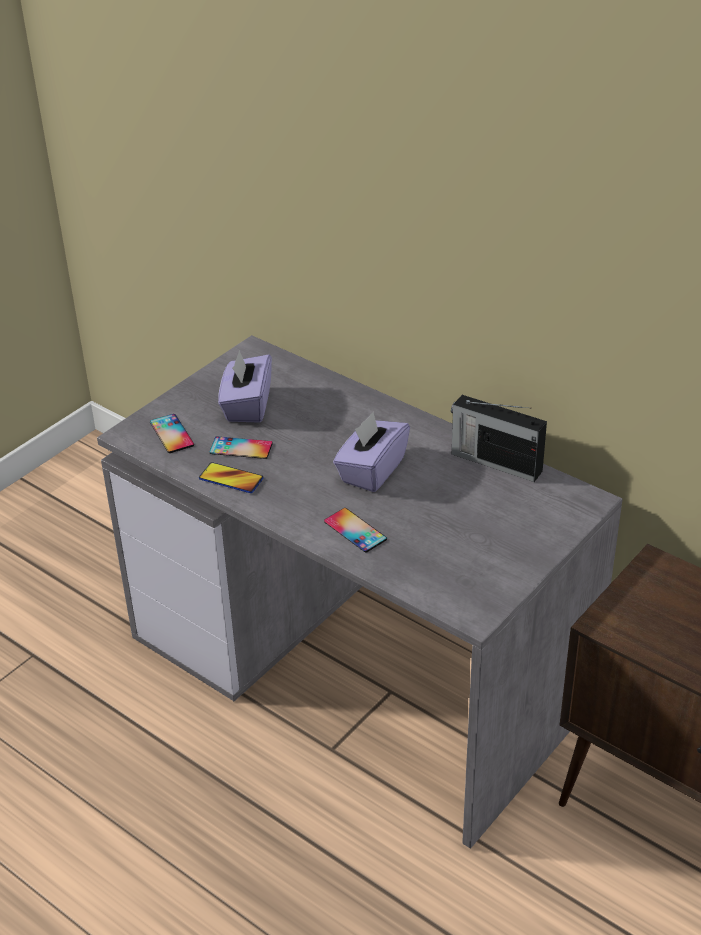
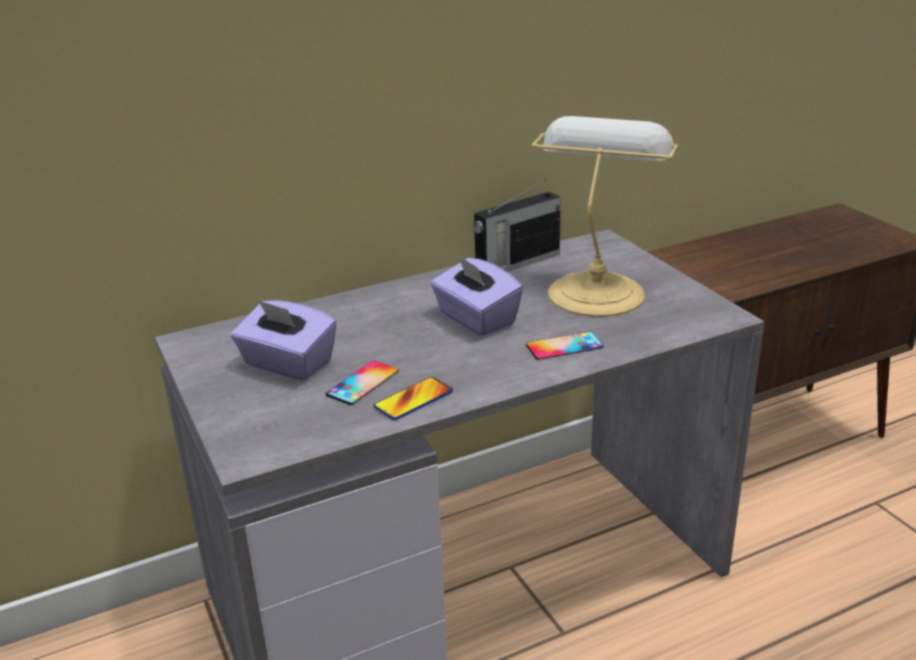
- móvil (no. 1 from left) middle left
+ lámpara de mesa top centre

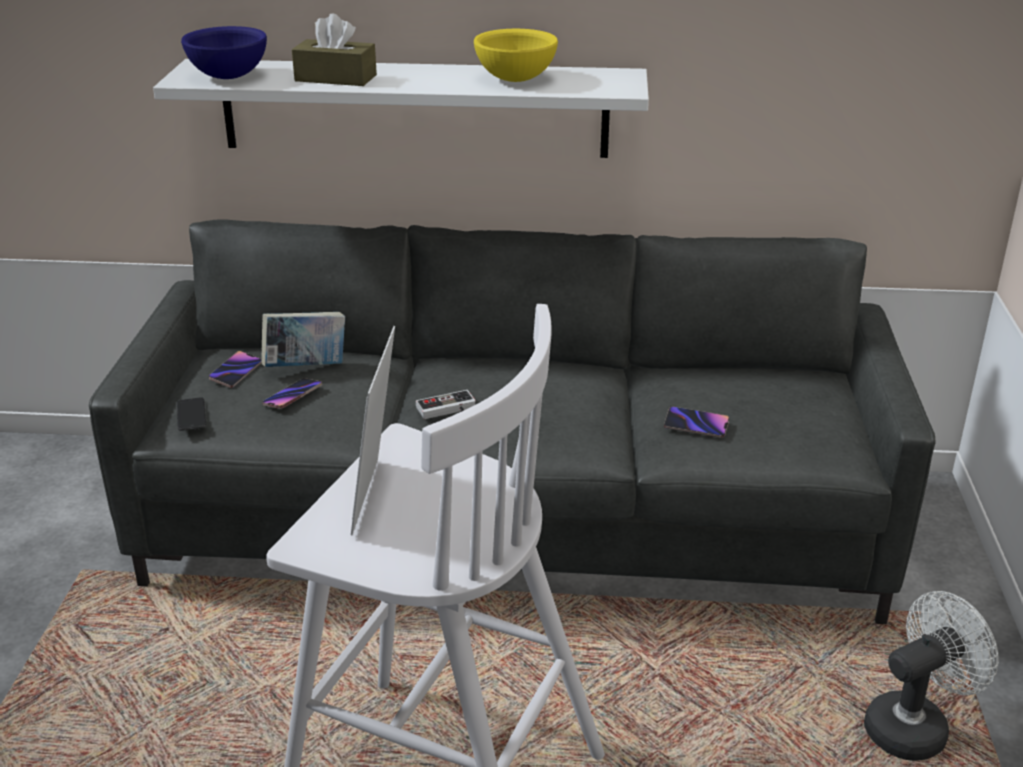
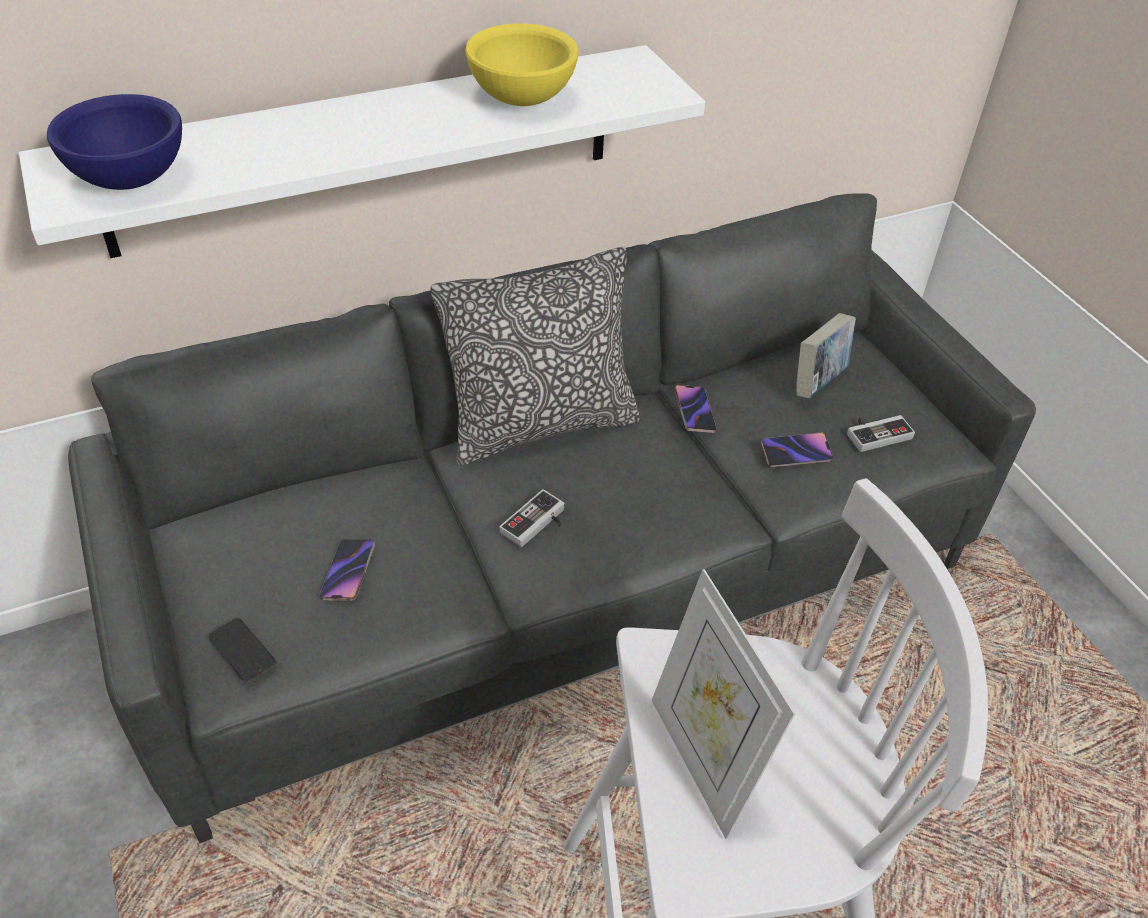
- caja de pañuelos (marrón) top left
- ventilador (blanco) bottom right
+ cojín centre
+ mando de consola (no. 2 from left) middle right
~ móvil (no. 2 from left in the first image) middle left to móvil (no. 3 from left) centre
~ libro middle left to middle right

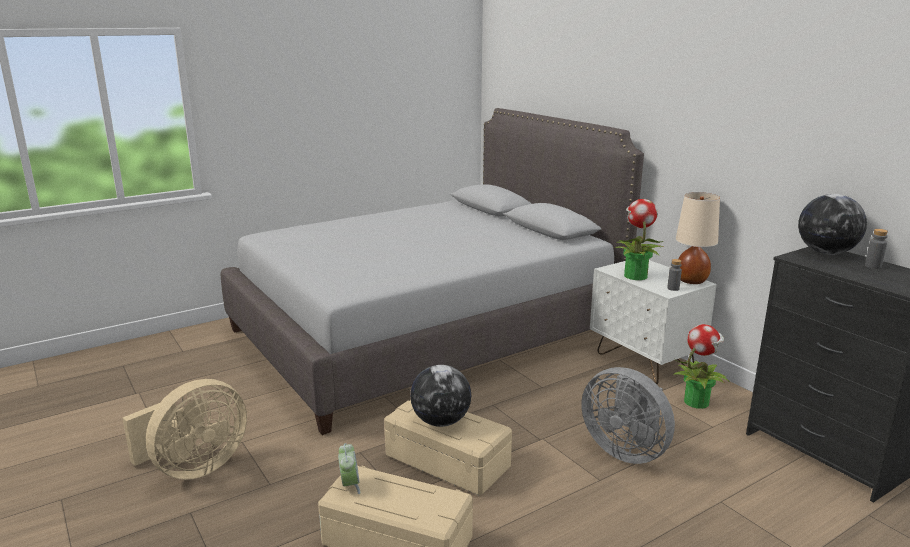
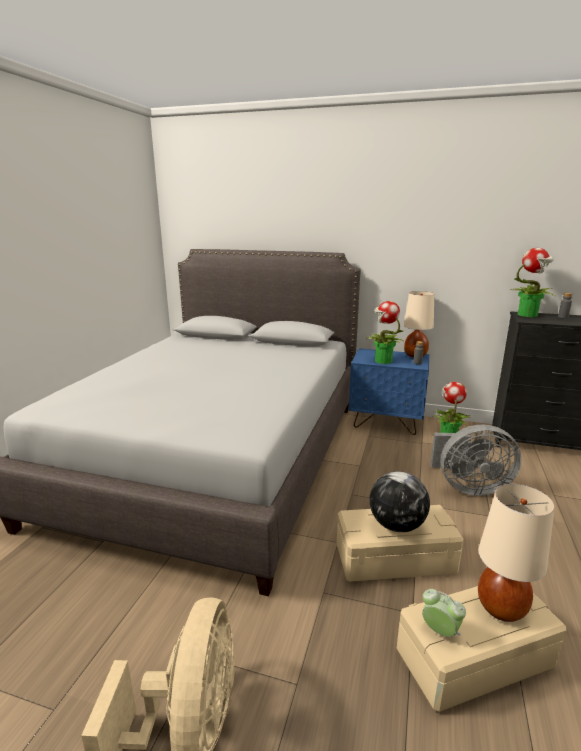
+ lámpara de mesa (beis) (no. 2 from left) bottom right
~ globo terráqueo (no. 2 from left) middle right to planta en maceta (no. 3 from left) middle right
~ mesita de noche (blanco) middle right to mesita de noche (azul) middle right

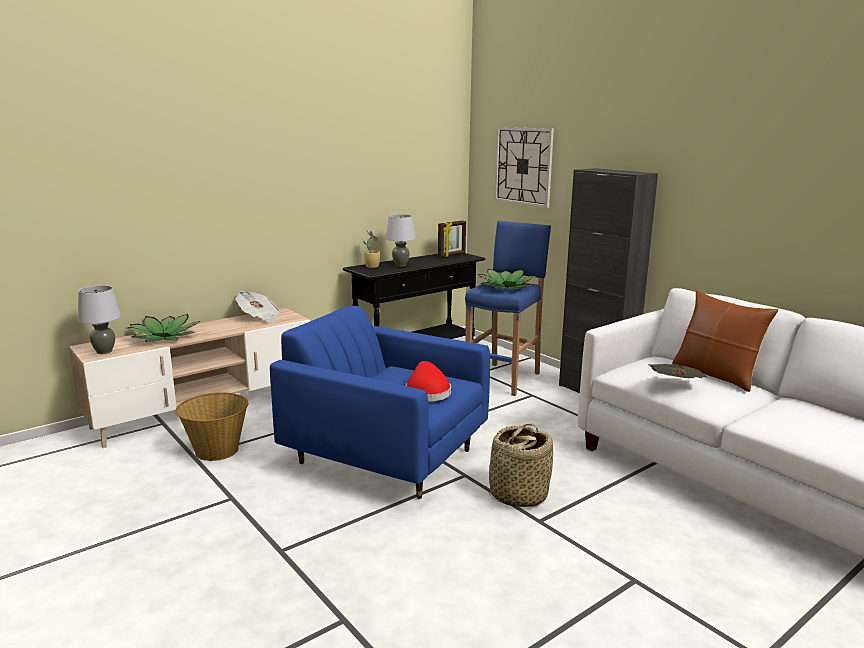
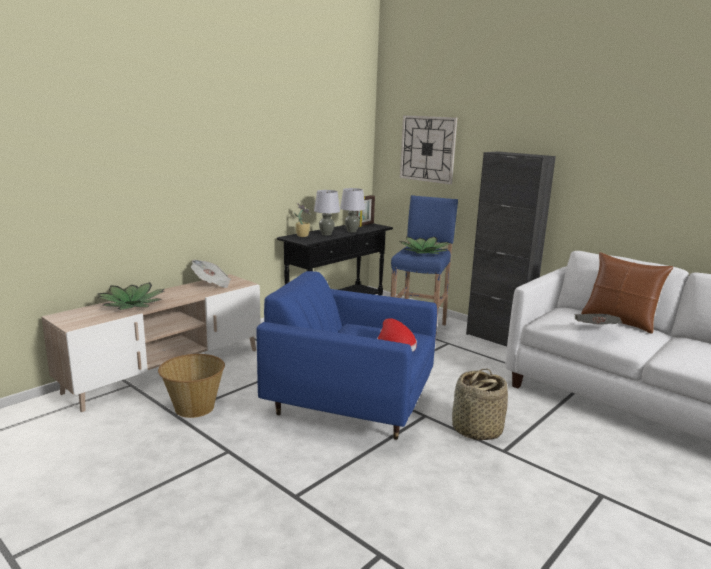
~ lámpara de mesa (gris) (no. 1 from left in the first image) middle left to lámpara de mesa (gris) (no. 2 from left) centre

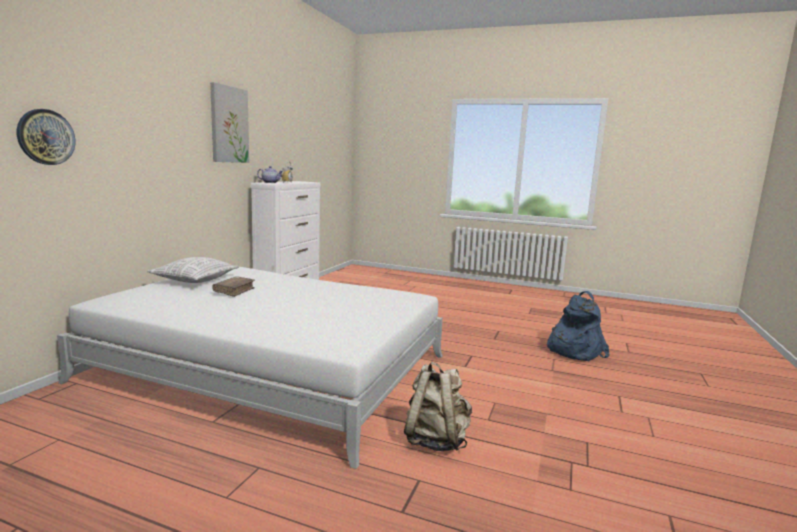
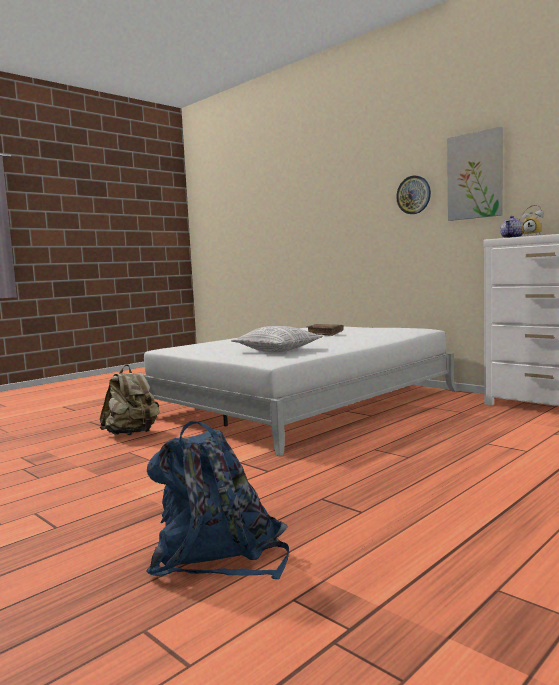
~ reloj de pared top left to top right
~ cojín middle left to centre

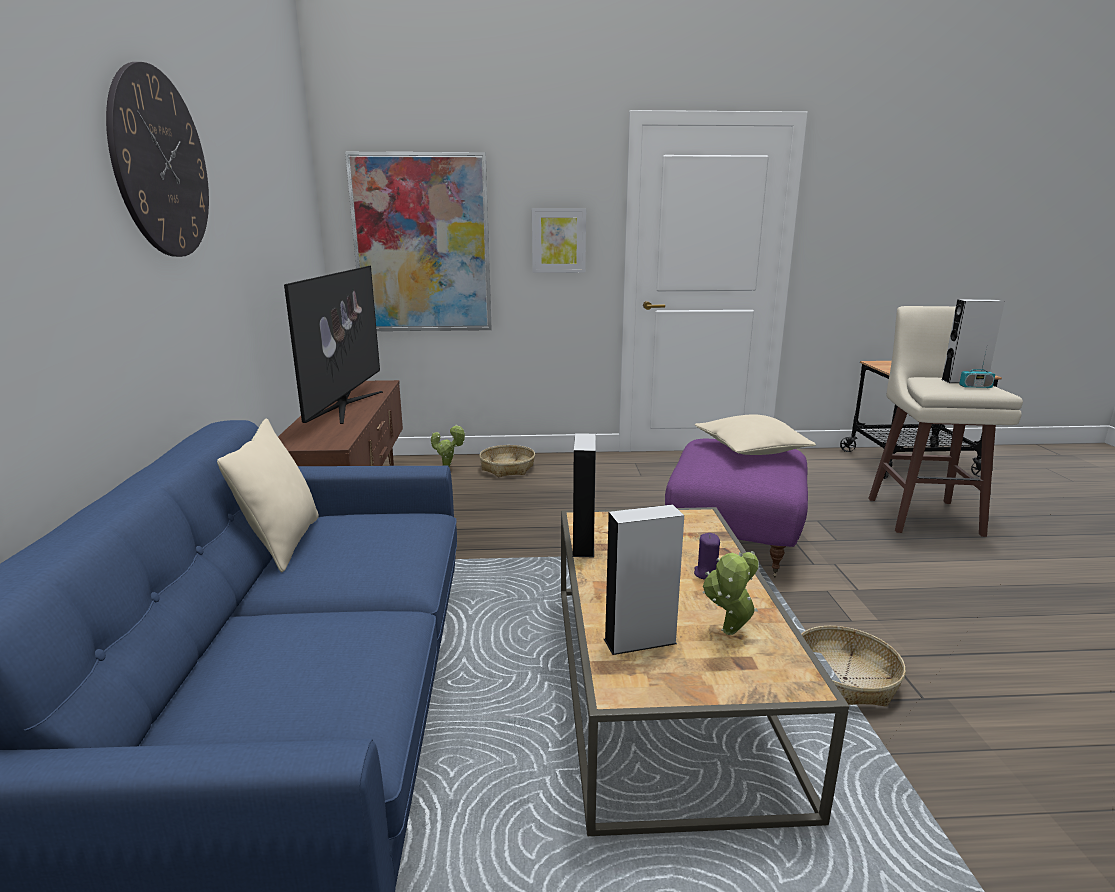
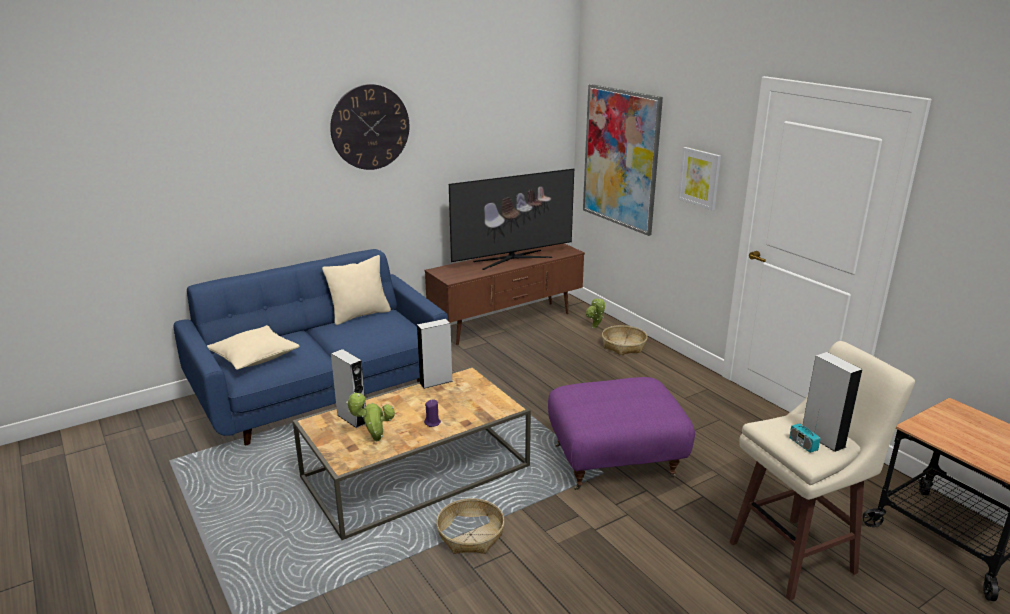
~ cojín (beis) (no. 2 from left in the first image) middle right to cojín (beis) (no. 1 from left) middle left

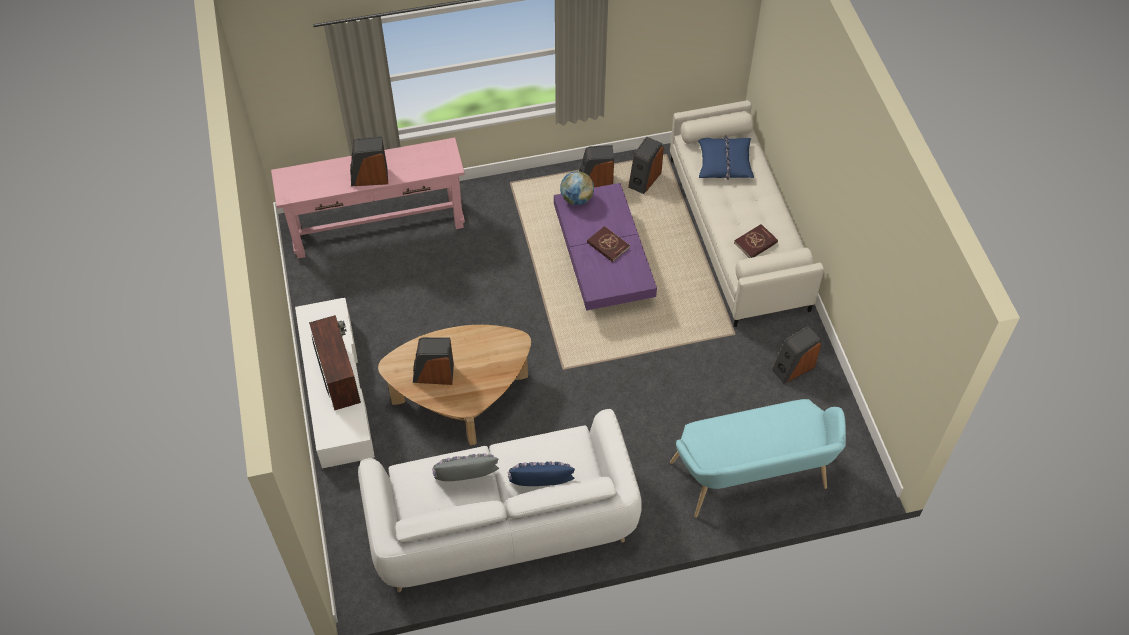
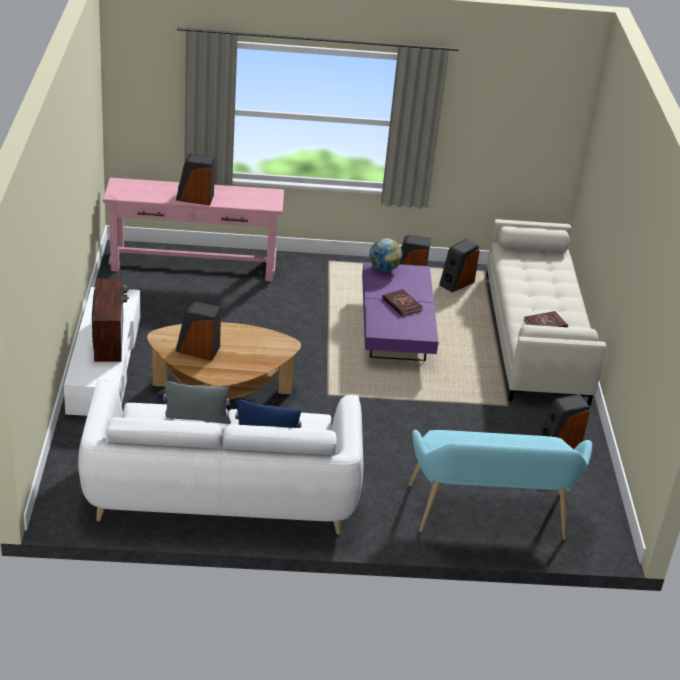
- cojín (azul) (no. 2 from left) top centre

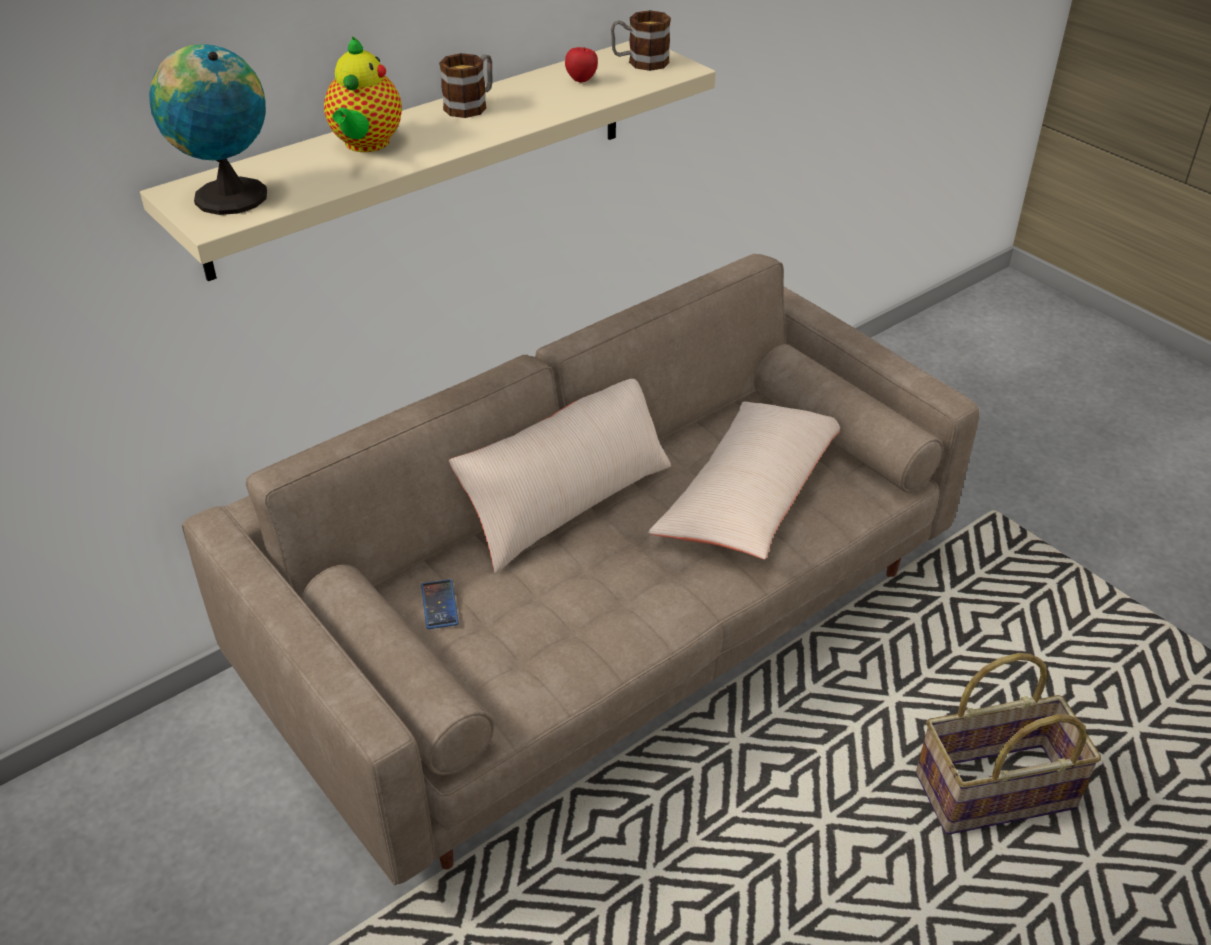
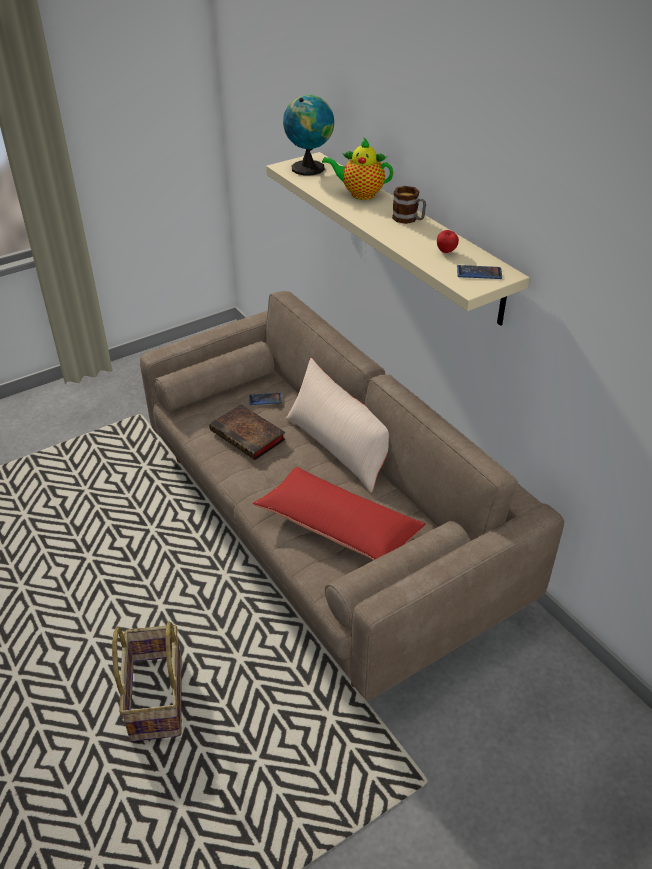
+ libro centre
~ taza grande (no. 2 from left) top centre to móvil (no. 2 from left) top right
~ cojín (beis) (no. 2 from left) centre to cojín (rojo) centre

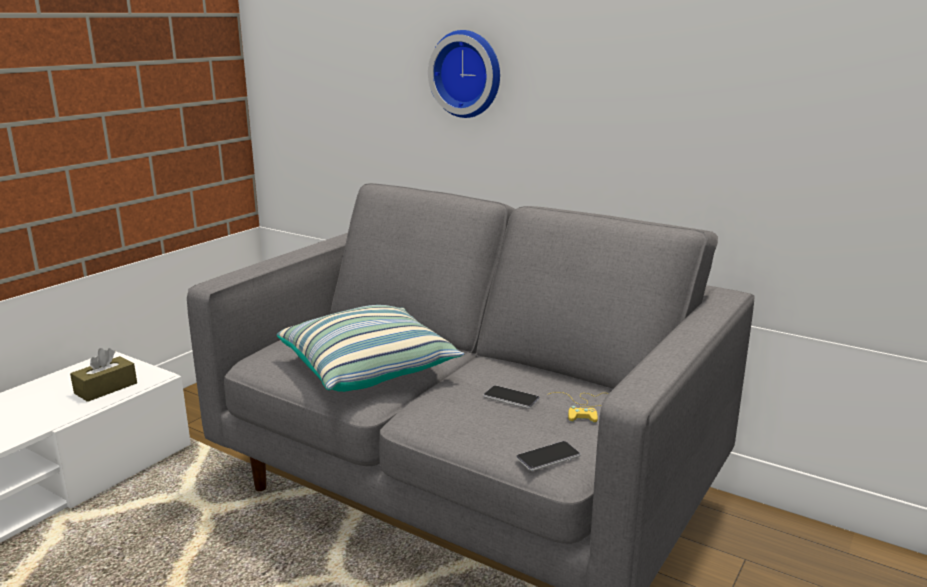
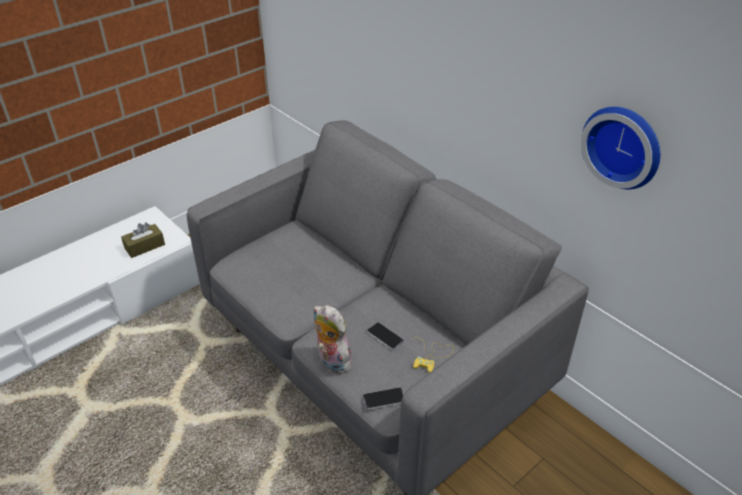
- cojín centre
+ peluche bottom centre
~ reloj de pared top centre to top right

